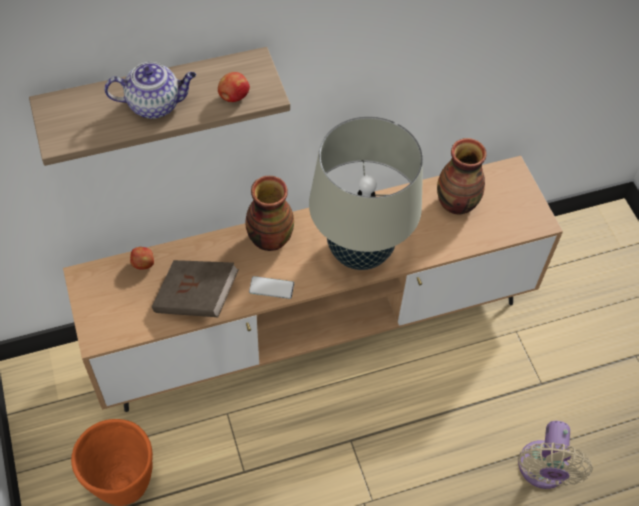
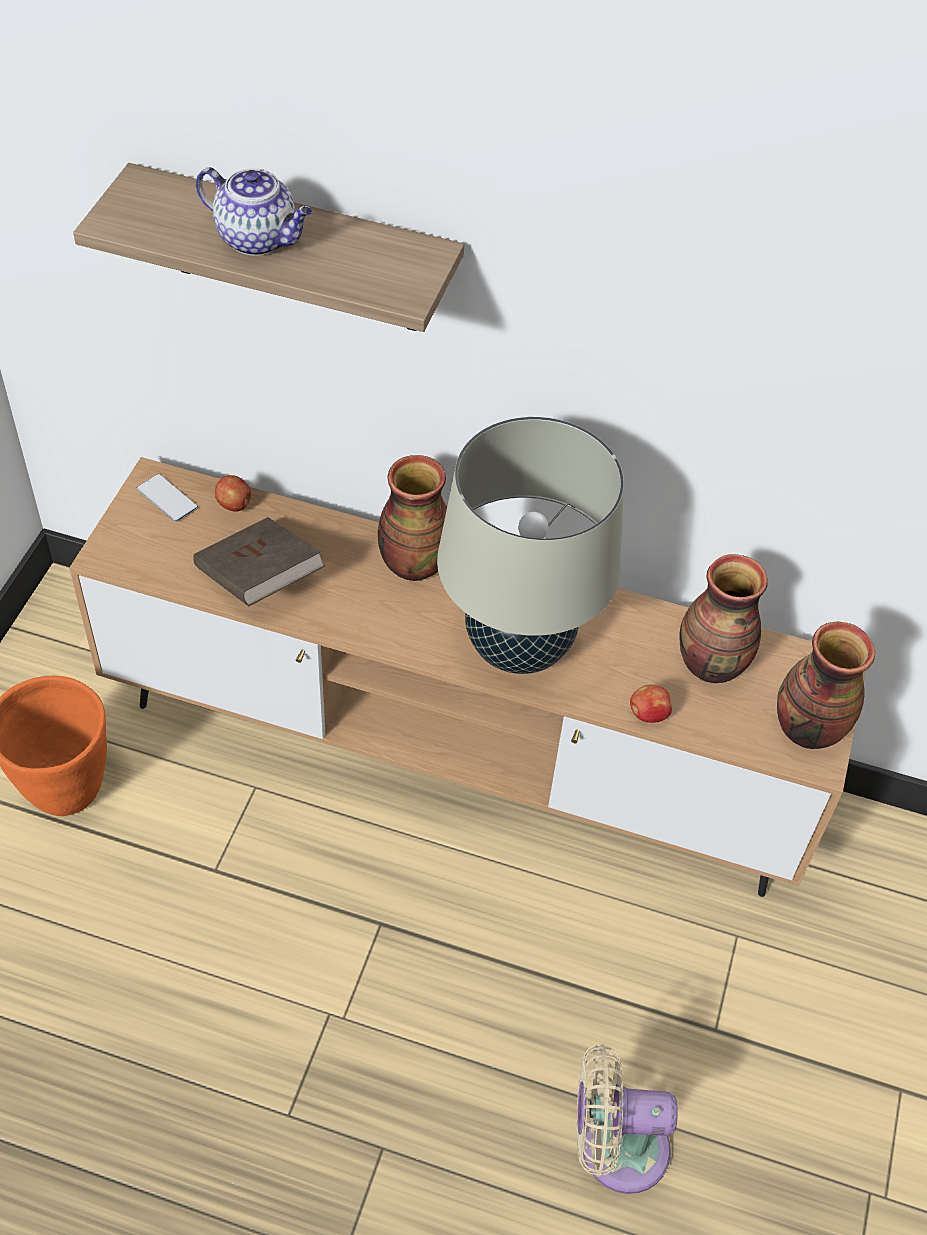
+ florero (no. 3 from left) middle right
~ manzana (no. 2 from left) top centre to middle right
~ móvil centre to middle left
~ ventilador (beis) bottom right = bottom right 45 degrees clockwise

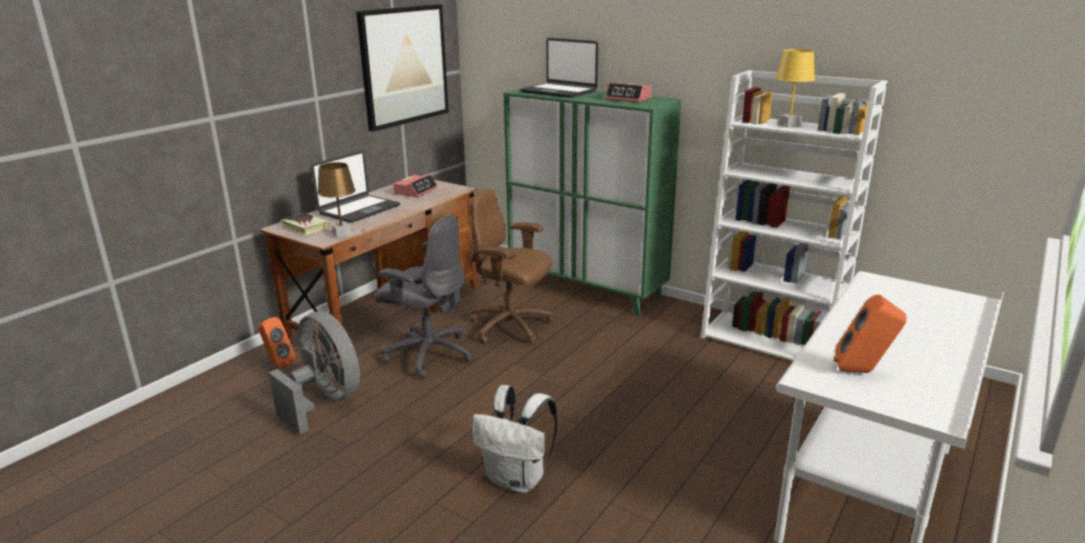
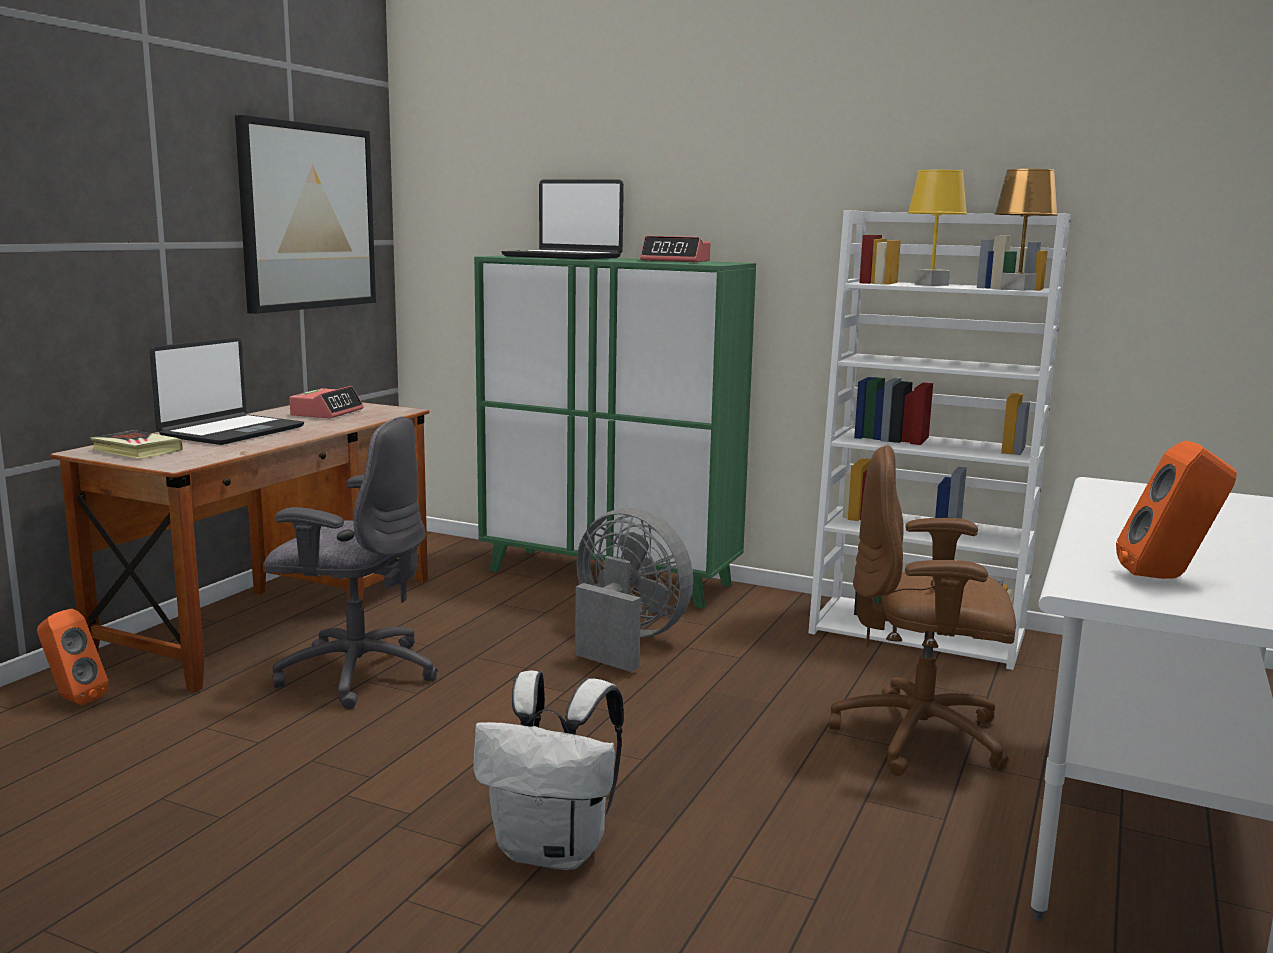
~ ventilador (gris) bottom left to centre
~ lámpara de mesa (marrón) middle left to top right
~ silla de oficina (marrón) centre to middle right

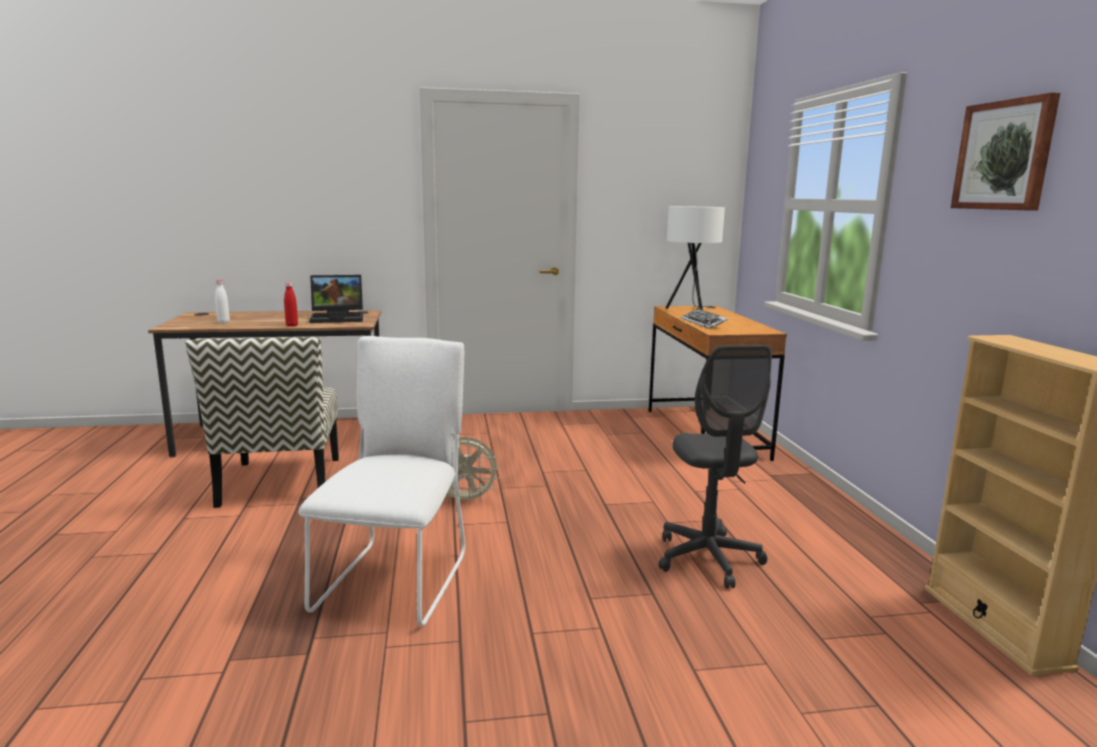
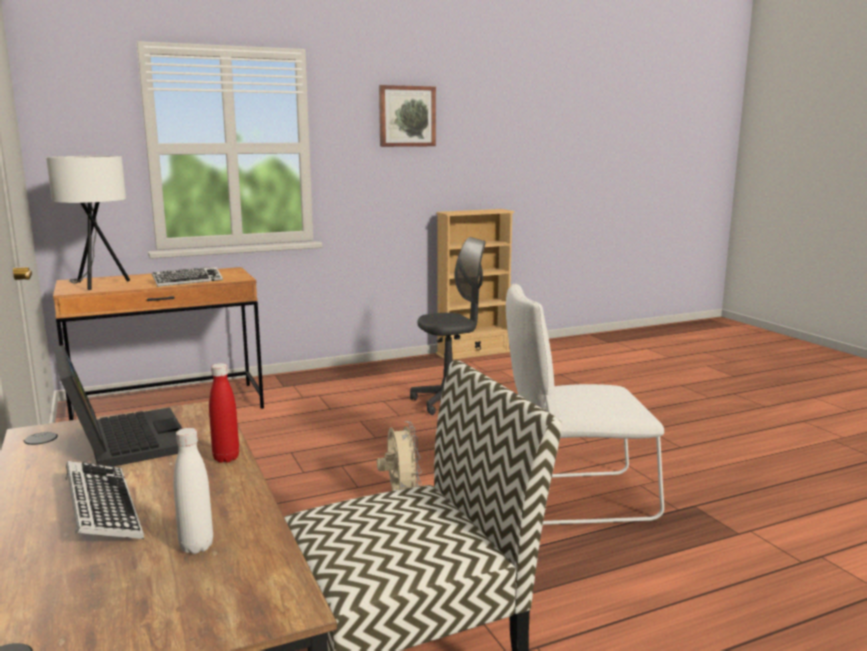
+ teclado (no. 1 from left) bottom left

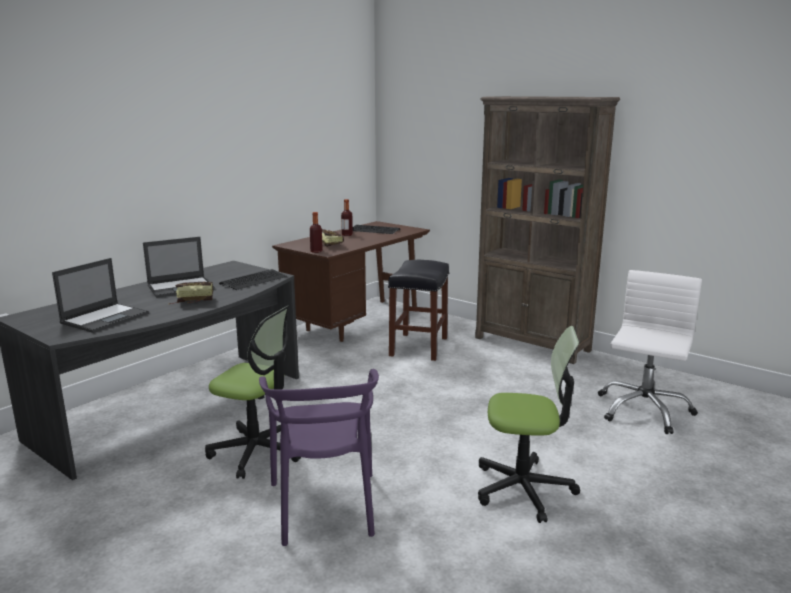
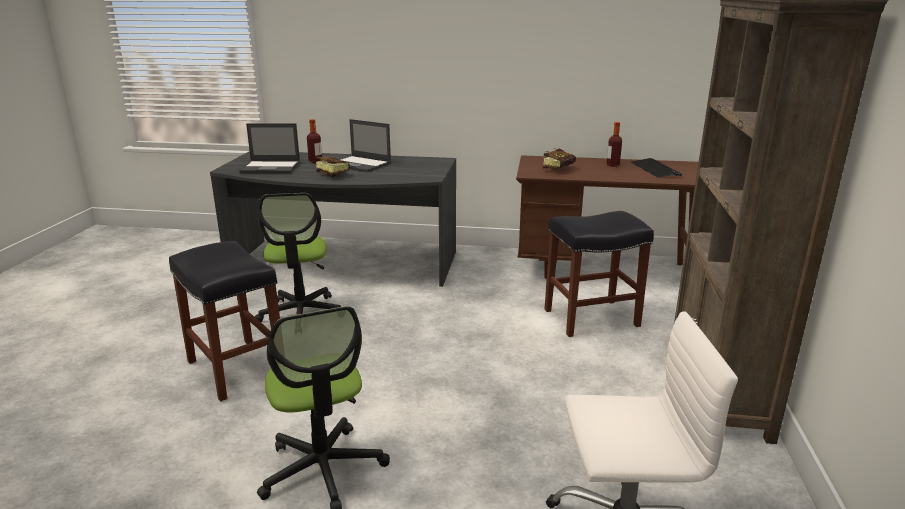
- teclado (no. 1 from left) middle left
~ botella (no. 1 from left) centre to top centre
~ silla (morado) bottom centre to taburete (negro) (no. 1 from left) middle left

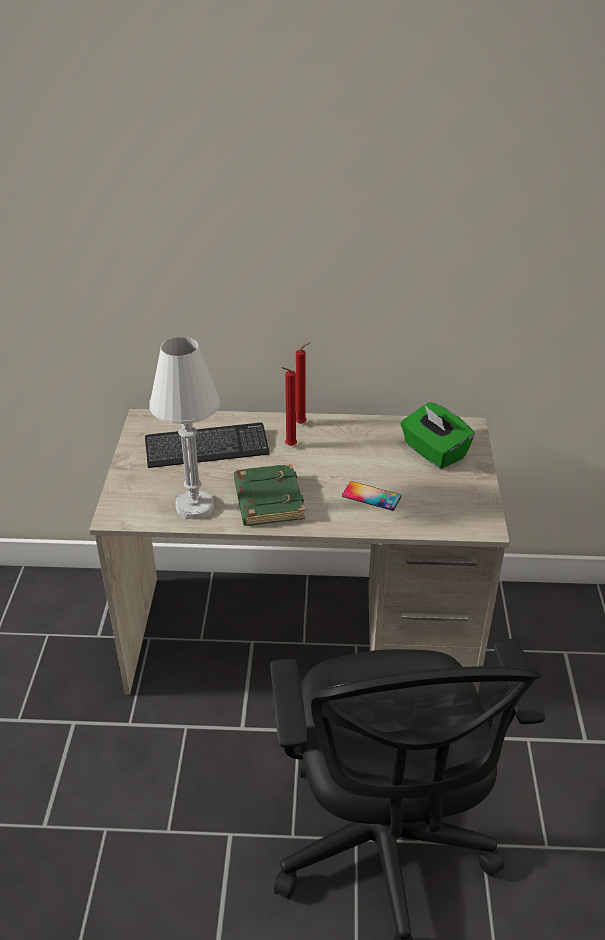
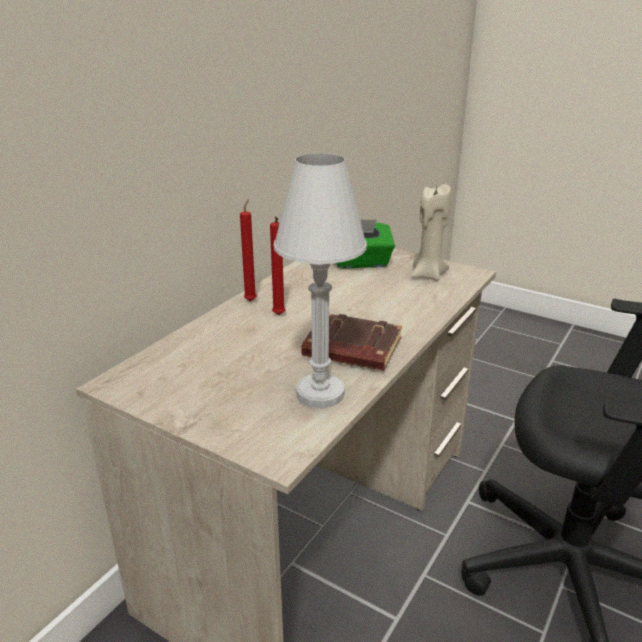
- teclado centre
- móvil centre
+ vela (beis) middle right
~ libro (verde) centre to libro (marrón) centre

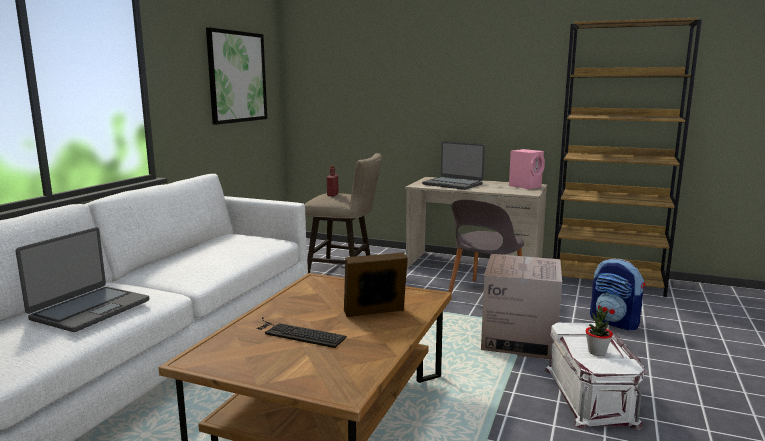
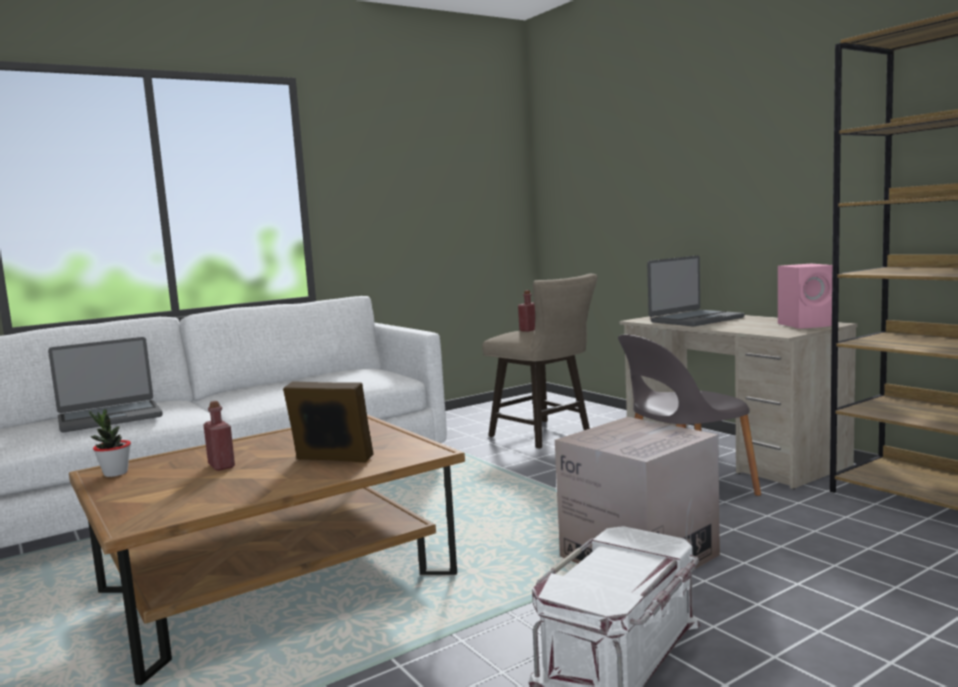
- cuadro top left
- mochila bottom right
~ planta en maceta bottom right to middle left
~ teclado bottom centre to botella (rojo) (no. 1 from left) middle left
~ portátil (no. 2 from left) centre = middle right 105 degrees counterclockwise

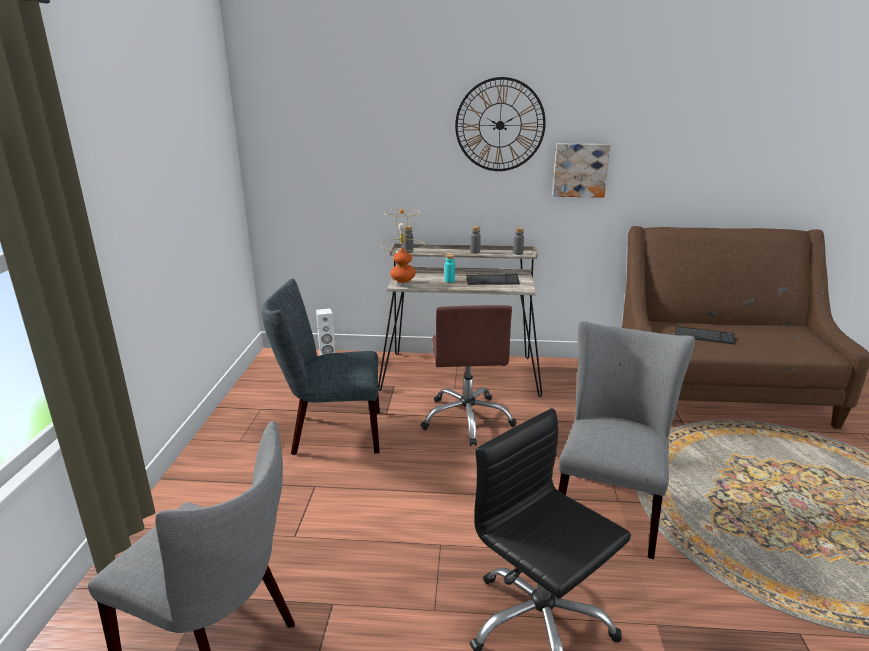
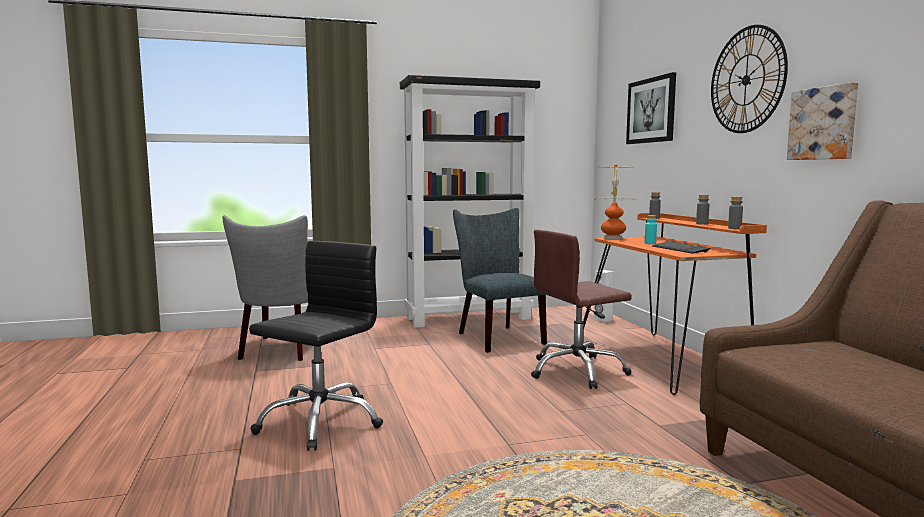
- silla (gris) (no. 3 from left) bottom right
- teclado (no. 2 from left) middle right
+ estantería (negro) centre
+ cuadro (no. 1 from left) top right
~ escritorio (beis) centre to escritorio (naranja) middle right

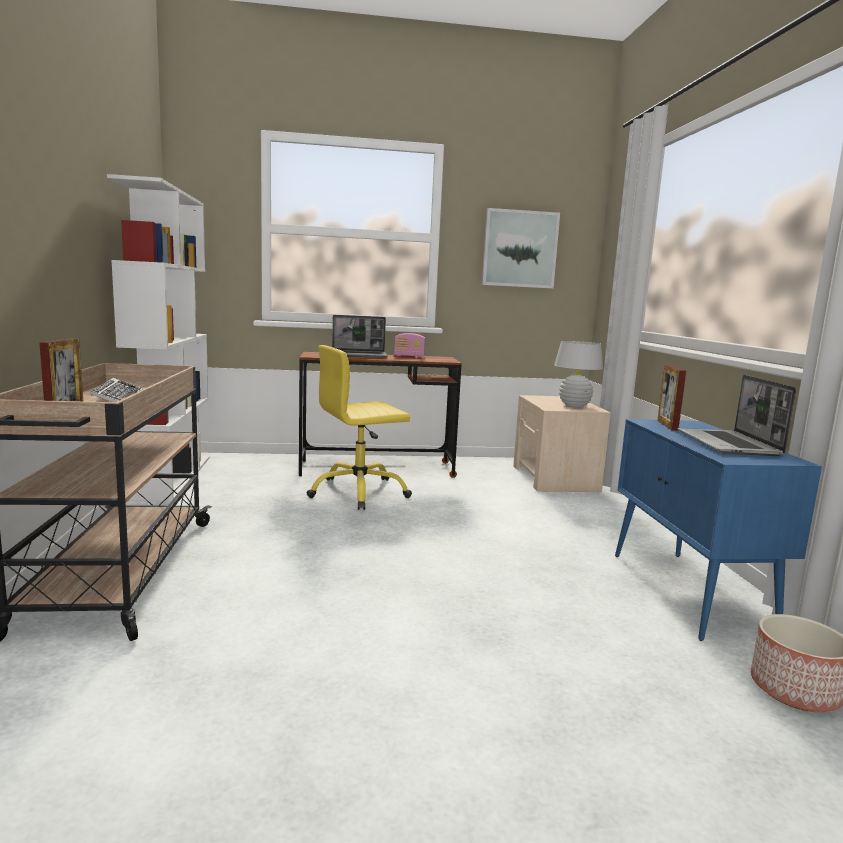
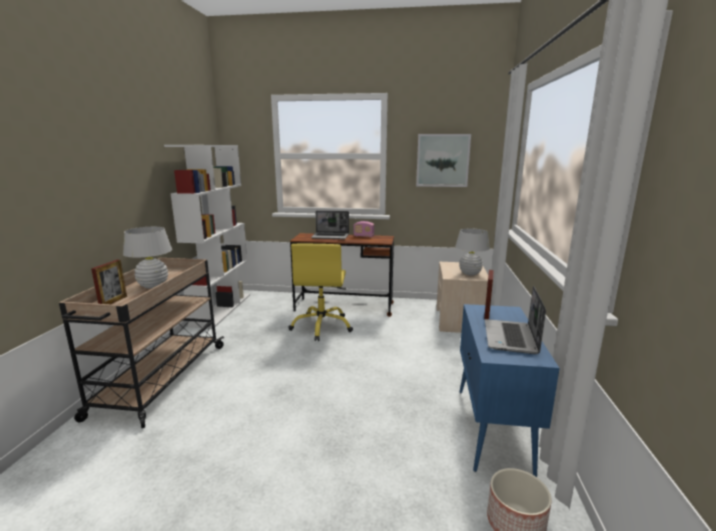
~ teclado middle left to lámpara de mesa (blanco) (no. 1 from left) middle left
~ silla de oficina (amarillo) centre = centre 75 degrees counterclockwise

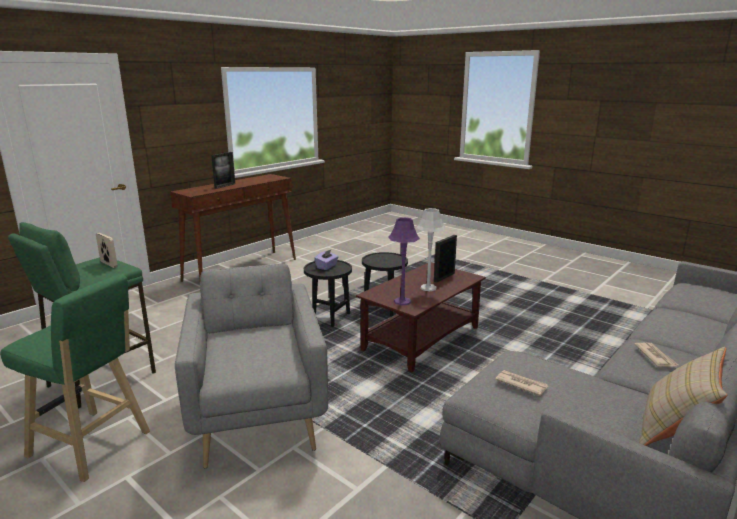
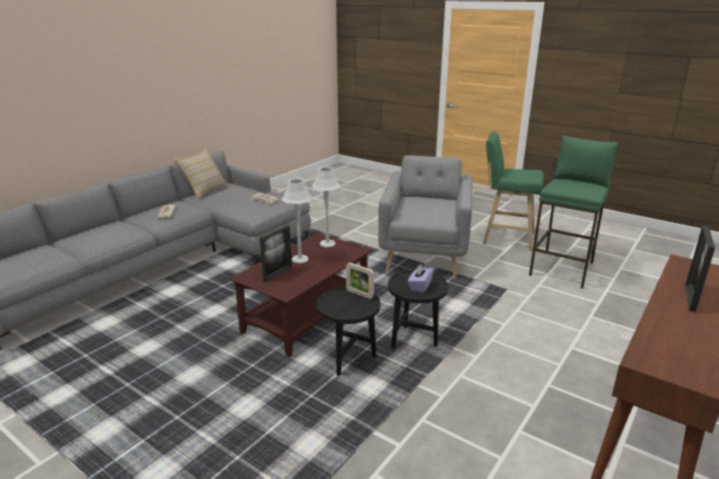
~ portarretratos (no. 1 from left in the first image) middle left to portarretratos (no. 2 from left) centre
~ lámpara de mesa (morado) centre to lámpara de mesa (gris) (no. 2 from left) centre
~ sillón (gris) bottom centre = centre 150 degrees counterclockwise

